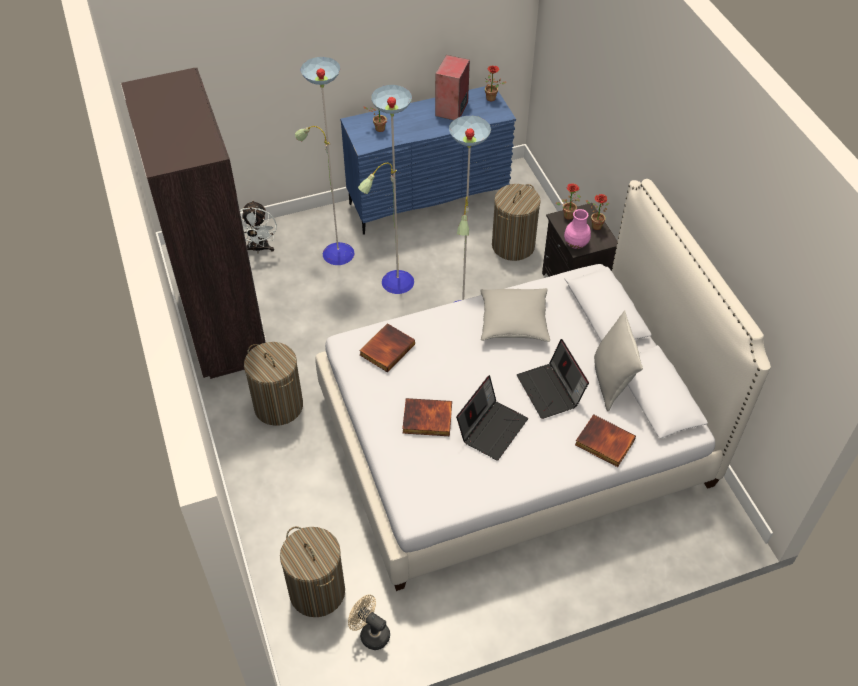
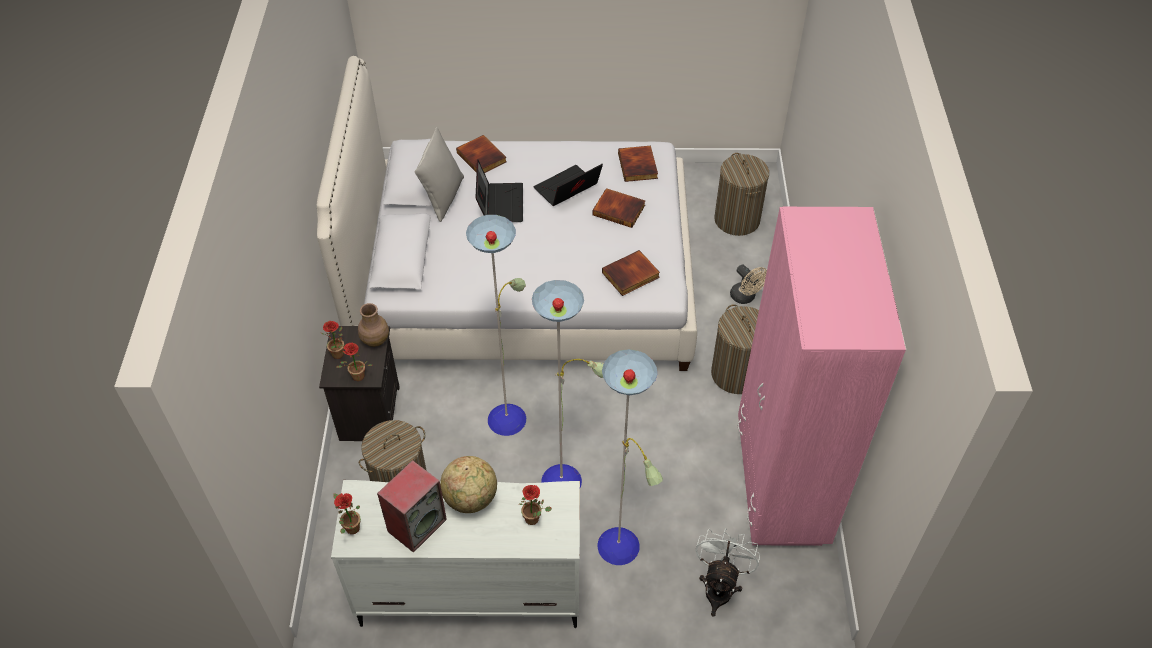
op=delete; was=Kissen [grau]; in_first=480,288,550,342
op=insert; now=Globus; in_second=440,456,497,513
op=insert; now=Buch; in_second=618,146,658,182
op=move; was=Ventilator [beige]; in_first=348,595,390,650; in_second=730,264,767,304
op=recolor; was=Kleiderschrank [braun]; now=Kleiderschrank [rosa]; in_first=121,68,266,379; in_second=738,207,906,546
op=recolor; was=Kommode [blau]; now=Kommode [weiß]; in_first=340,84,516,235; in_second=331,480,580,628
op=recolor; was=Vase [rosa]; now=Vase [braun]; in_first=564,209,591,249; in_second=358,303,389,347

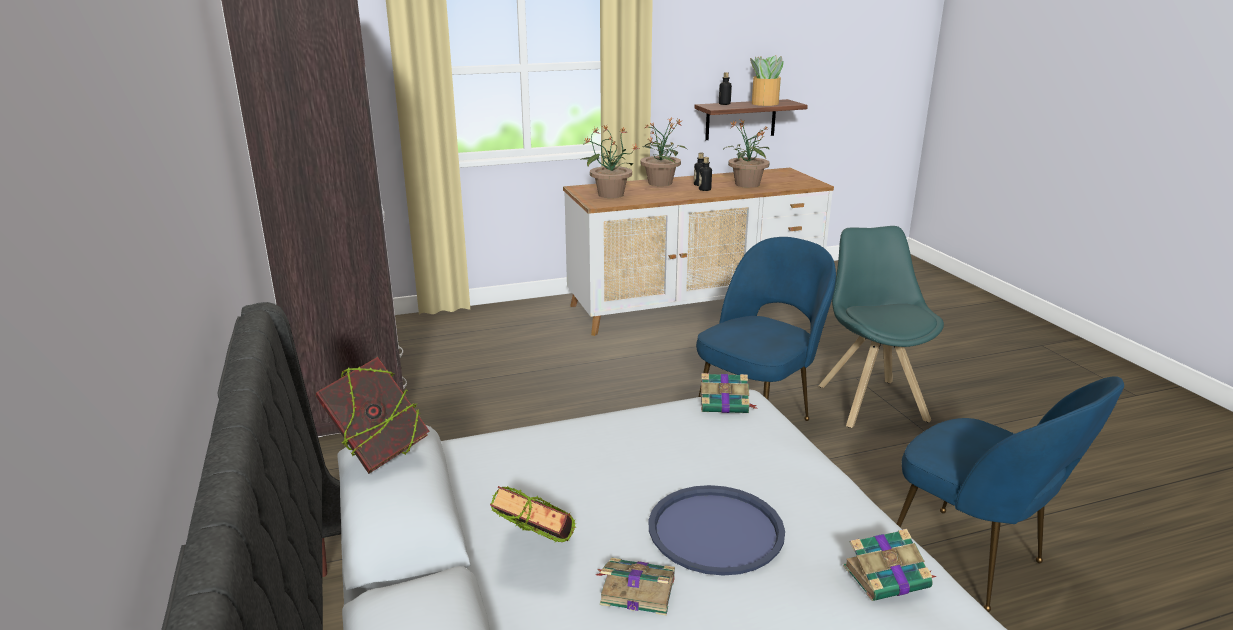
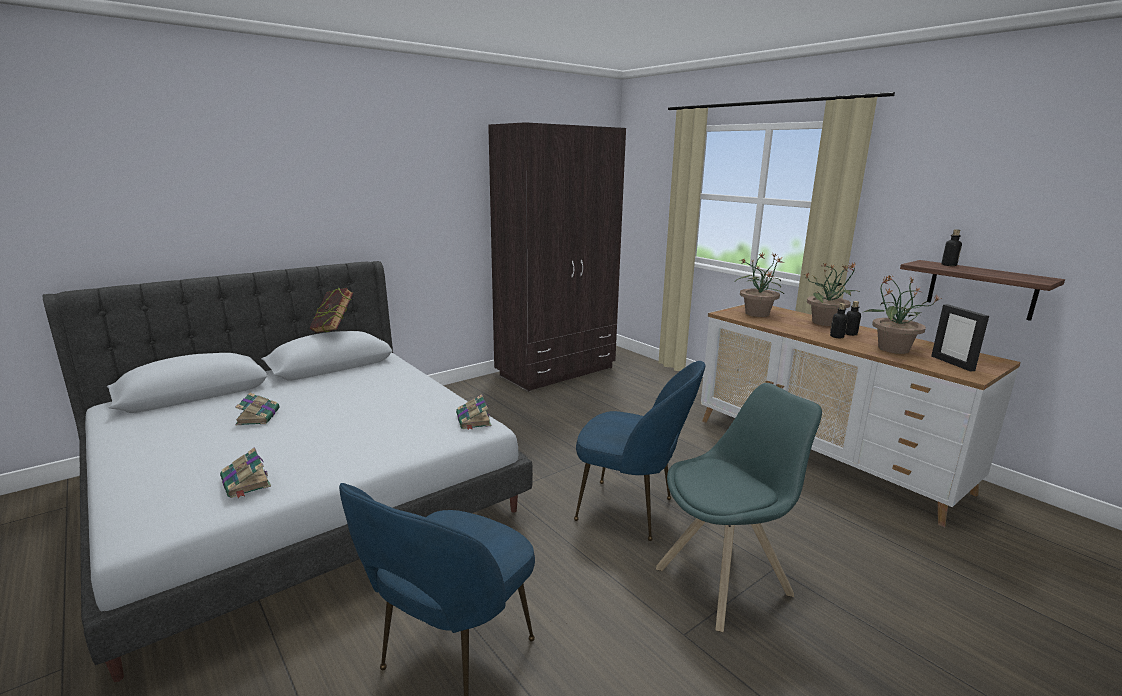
op=delete; was=Buch; in_first=490,486,576,542
op=delete; was=Tablett [blau]; in_first=649,485,785,575
op=delete; was=Topfpflanze; in_first=750,55,783,106
op=insert; now=Bilderrahmen; in_second=931,304,989,372

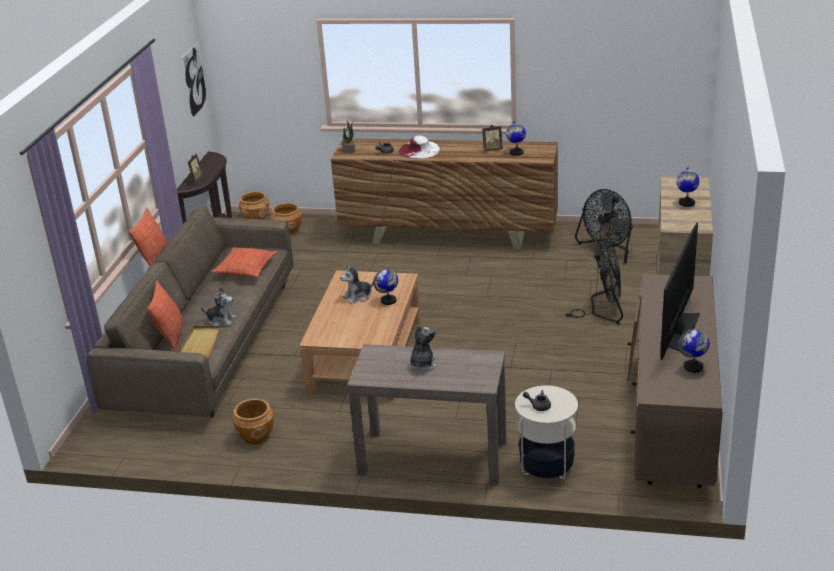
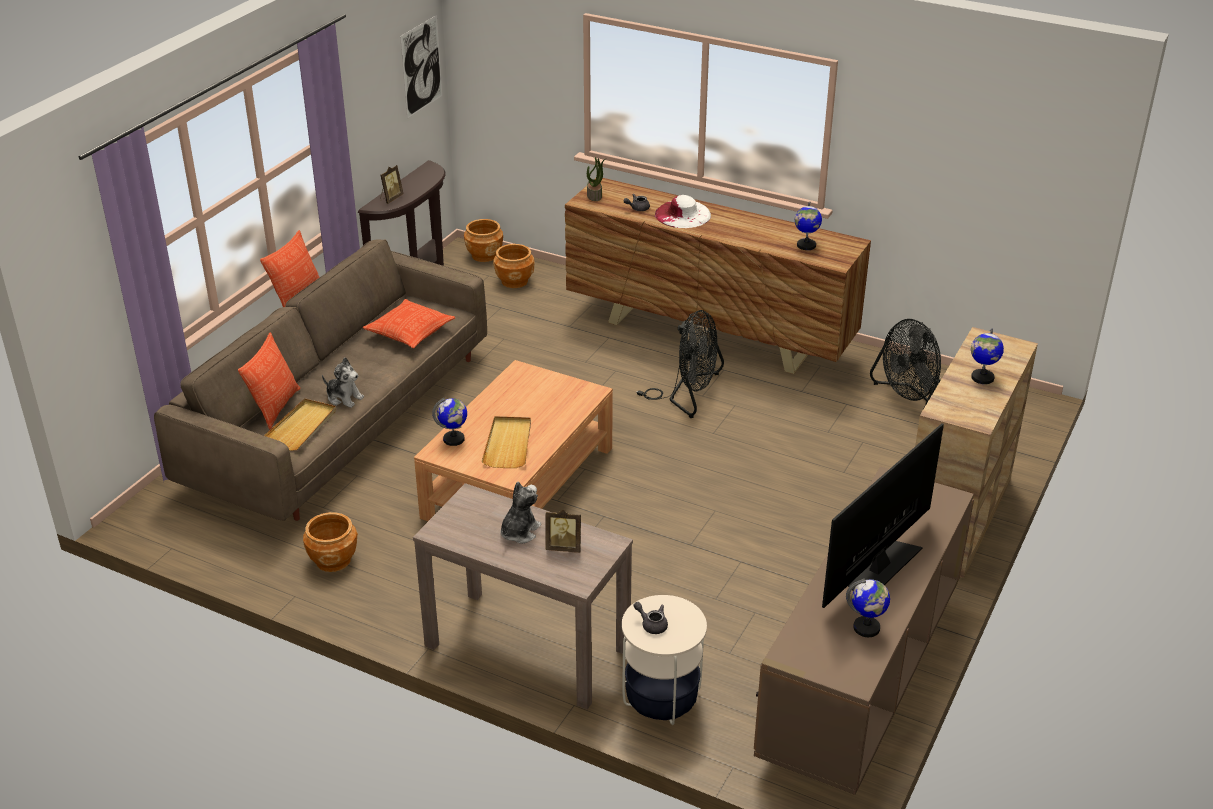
op=delete; was=Plüschtier; in_first=340,265,373,304
op=insert; now=Tablett [beige]; in_second=482,416,531,468
op=move; was=Globus; in_first=373,269,398,305; in_second=432,398,467,446
op=move; was=Bilderrahmen; in_first=482,125,503,152; in_second=545,509,581,553
op=move; was=Ventilator [schwarz]; in_first=566,240,623,324; in_second=637,310,724,419

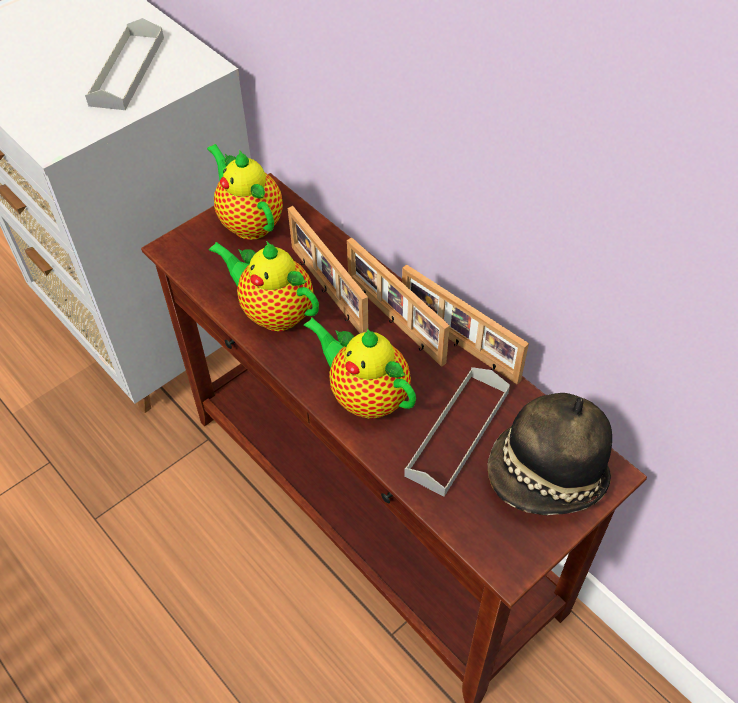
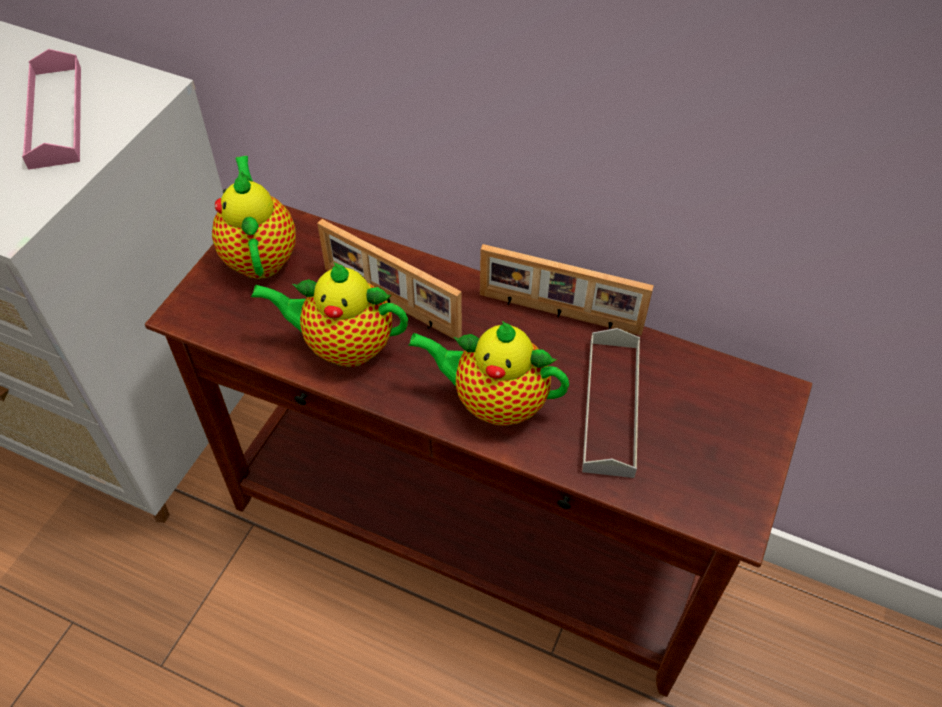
op=delete; was=Bilderrahmen; in_first=347,237,450,367
op=delete; was=Hut; in_first=487,393,612,515
op=recolor; was=Tablett [grau]; now=Tablett [rosa]; in_first=85,18,164,110; in_second=22,49,81,170
op=rotate; was=Teekanne; in_first=207,144,283,240; in_second=212,156,296,279; clockwise=45

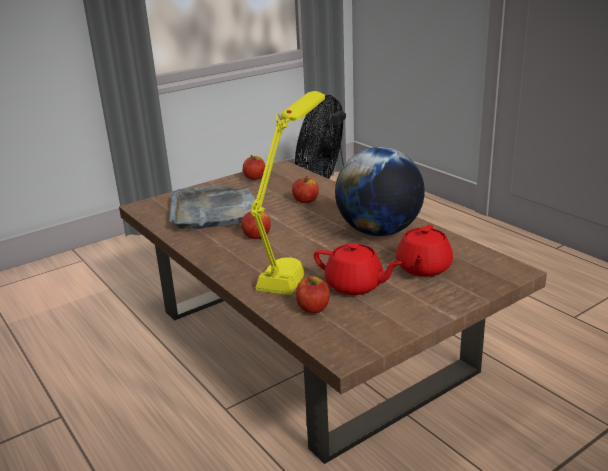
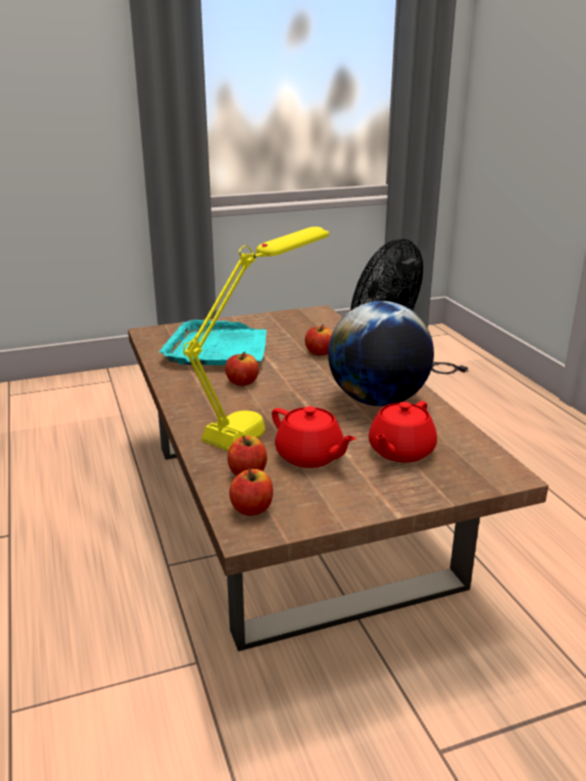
op=move; was=Apfel; in_first=243,155,265,180; in_second=229,468,273,516
op=recolor; was=Tablett [grau]; now=Tablett [türkis]; in_first=170,185,256,230; in_second=159,320,266,365

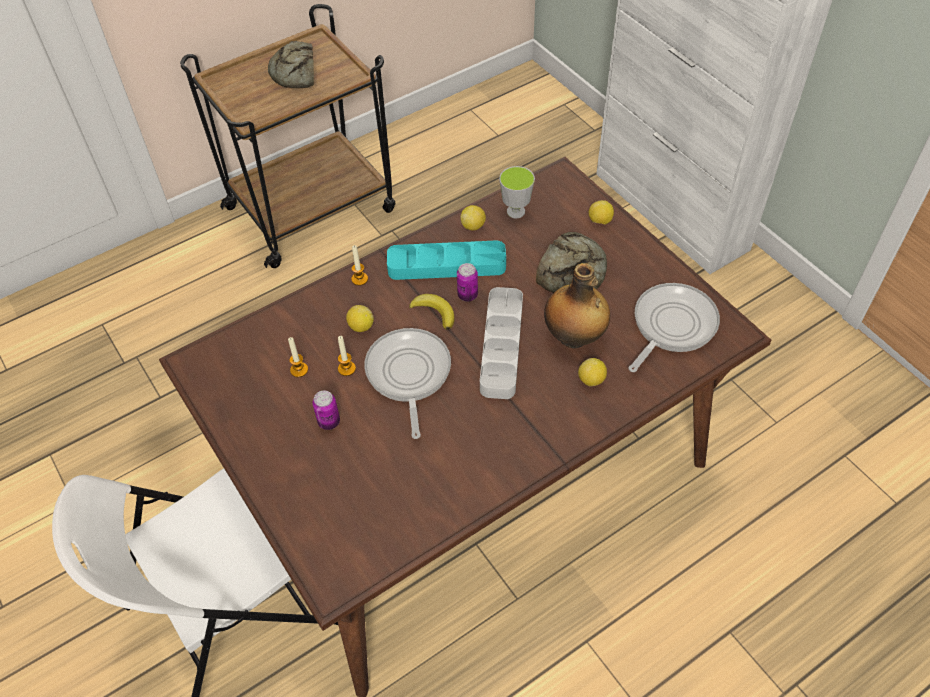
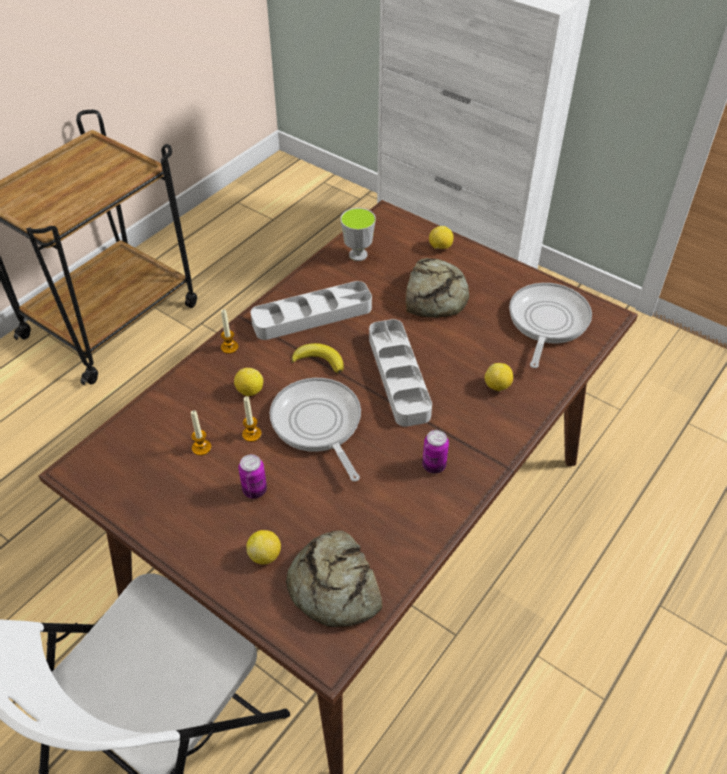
op=delete; was=Flasche; in_first=544,263,610,348
op=move; was=Brot; in_first=268,41,314,88; in_second=286,530,383,627
op=move; was=Dose; in_first=457,263,478,301; in_second=422,430,449,473
op=move; was=Zitrone; in_first=460,205,486,230; in_second=246,530,281,565
op=recolor; was=Tablett [türkis]; now=Tablett [grau]; in_first=387,240,506,280; in_second=251,281,372,340

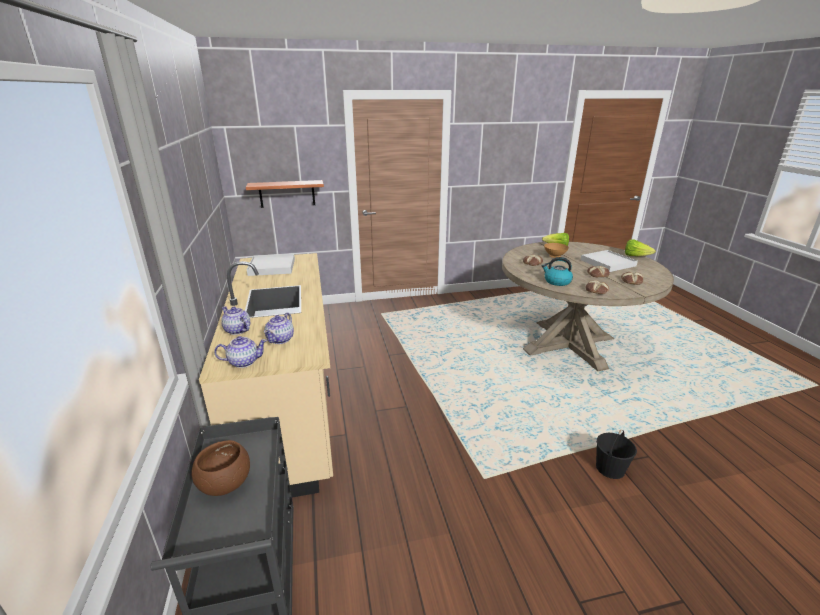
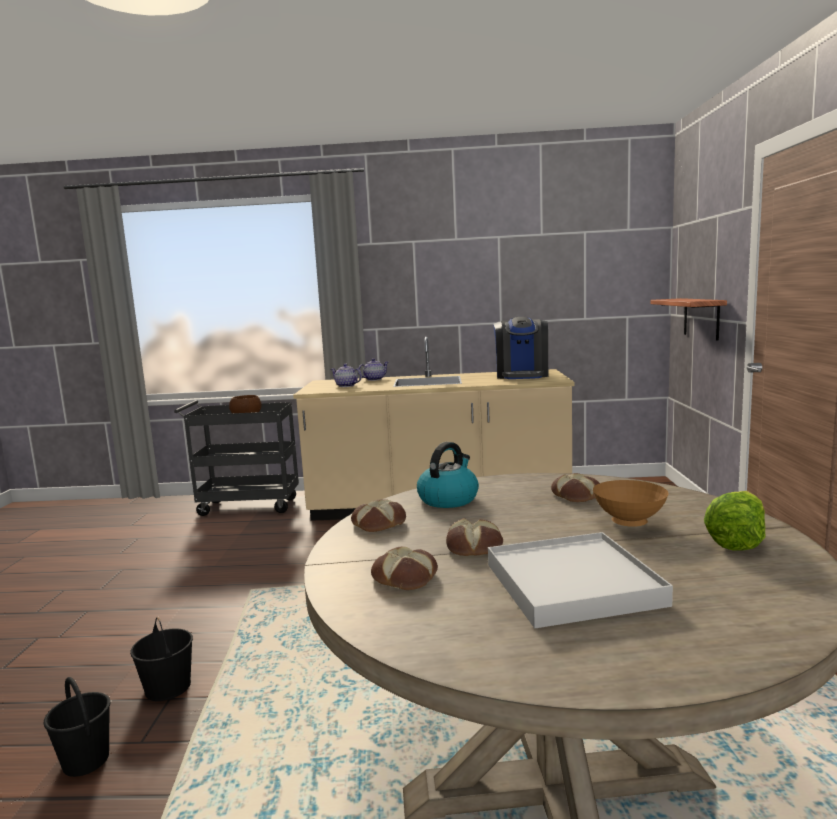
op=delete; was=Teekanne; in_first=214,336,267,368
op=delete; was=Salatkopf; in_first=625,239,656,256
op=insert; now=Eimer [schwarz]; in_second=43,677,110,777
op=replace; was=Tablett [weiß]; now=Kaffeemaschine; in_first=247,254,295,276; in_second=493,317,548,379

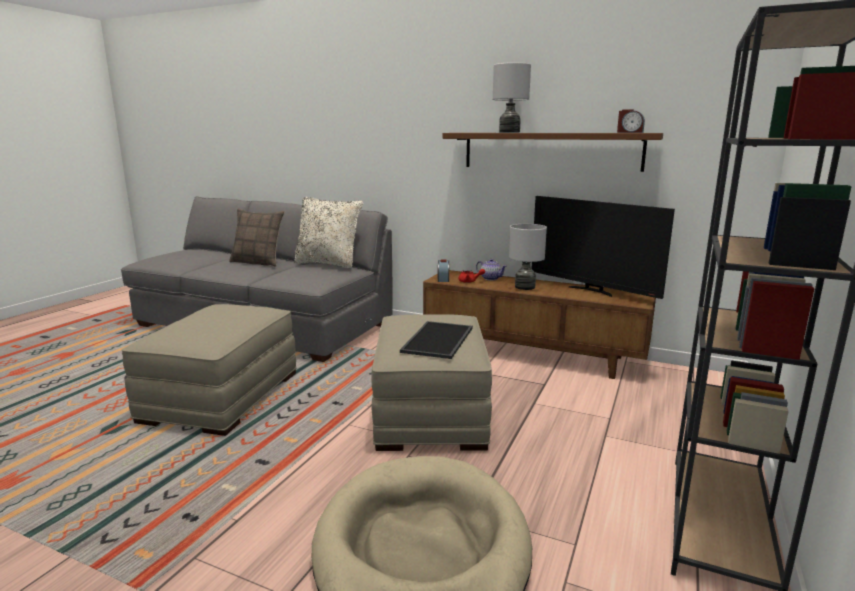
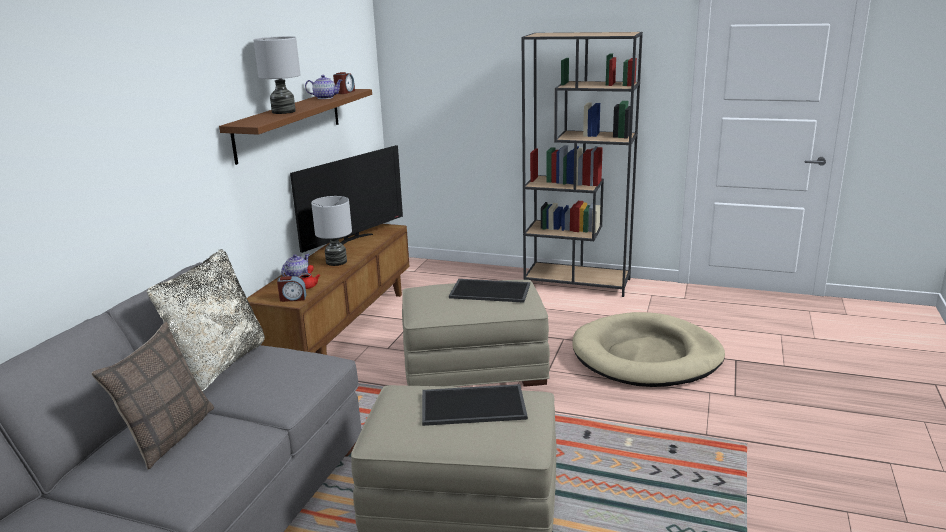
op=insert; now=Teekanne; in_second=305,75,342,99
op=insert; now=Tablett; in_second=422,384,528,426

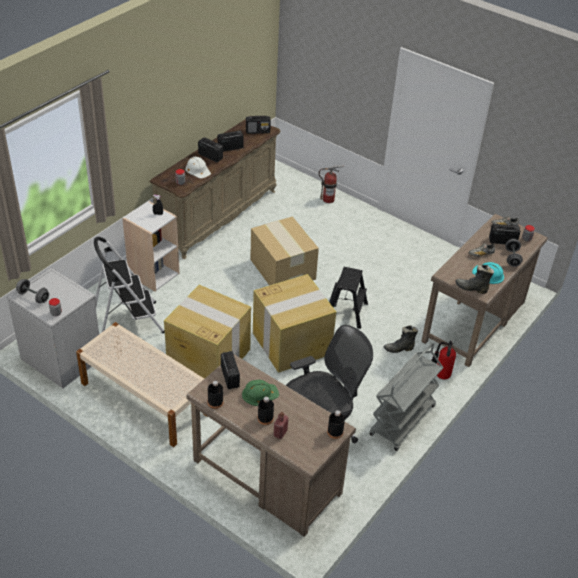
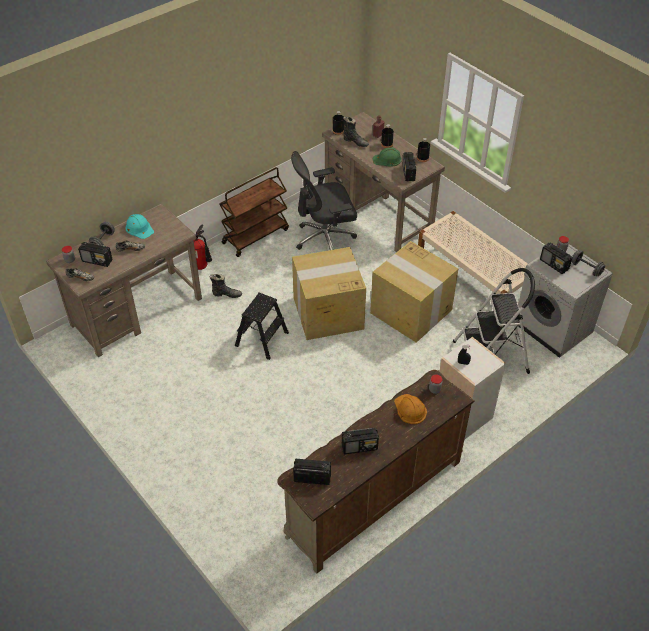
op=delete; was=Karton; in_first=250,216,319,286
op=delete; was=Feuerlöscher; in_first=319,165,344,203
op=move; was=Radio; in_first=198,137,223,162; in_second=540,243,572,274
op=move; was=Stiefel [schwarz]; in_first=456,265,494,294; in_second=343,116,369,147
op=recolor; was=Schutzhelm [weiß]; now=Schutzhelm [orange]; in_first=185,157,211,179; in_second=394,394,427,424
op=recolor; was=Rollwagen [grau]; now=Rollwagen [braun]; in_first=369,343,443,451; in_second=219,167,289,257

